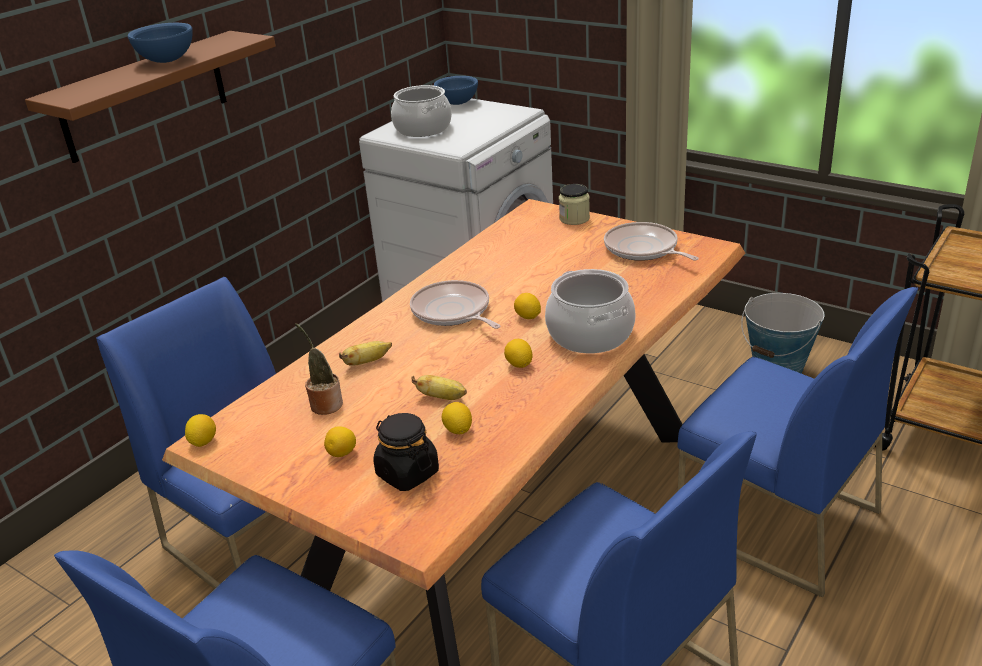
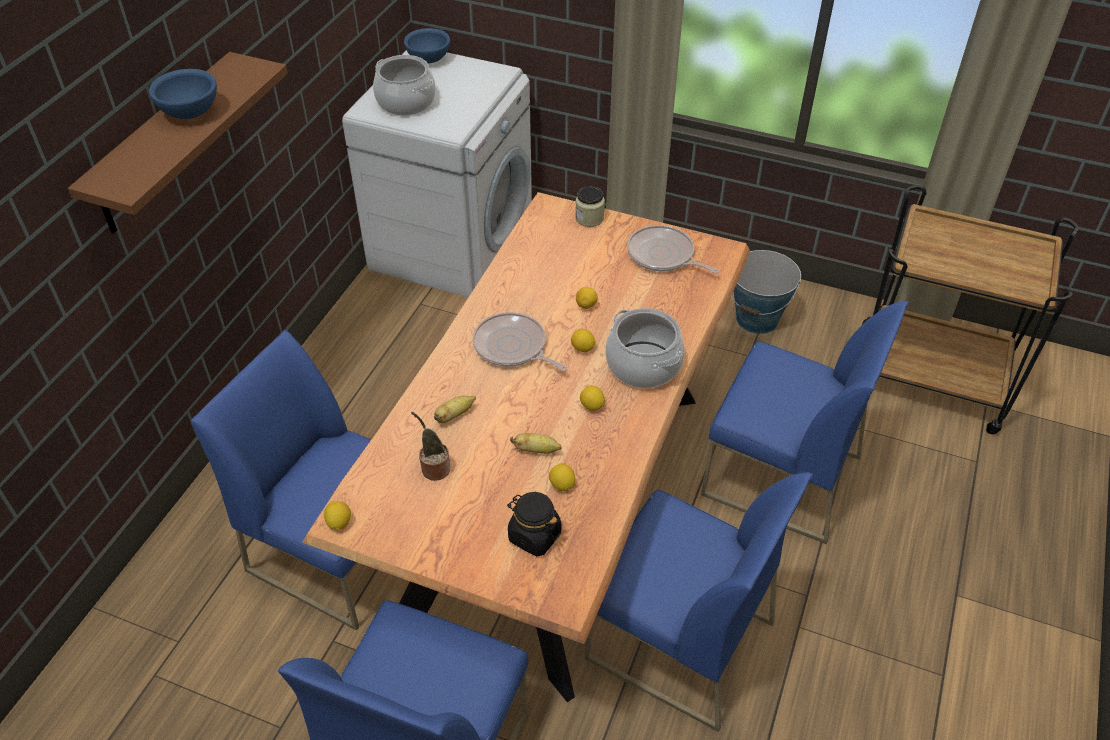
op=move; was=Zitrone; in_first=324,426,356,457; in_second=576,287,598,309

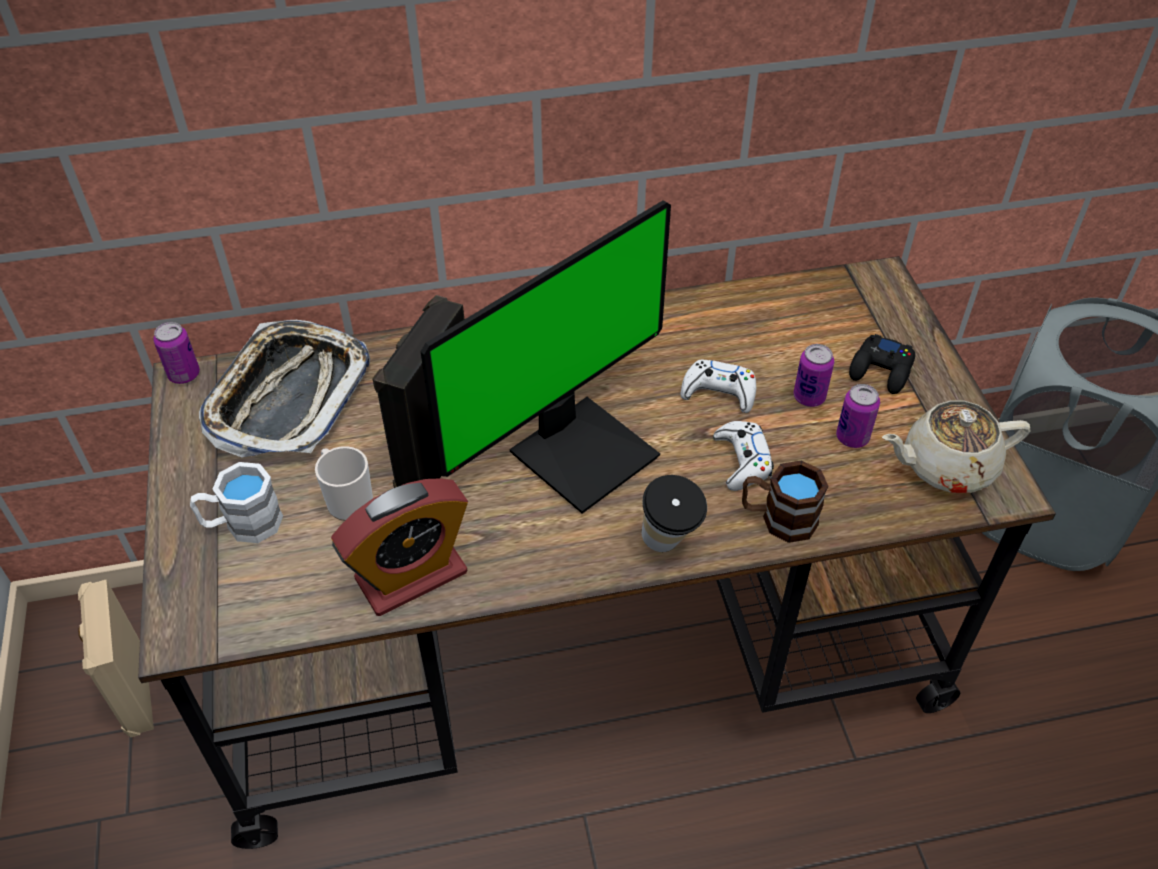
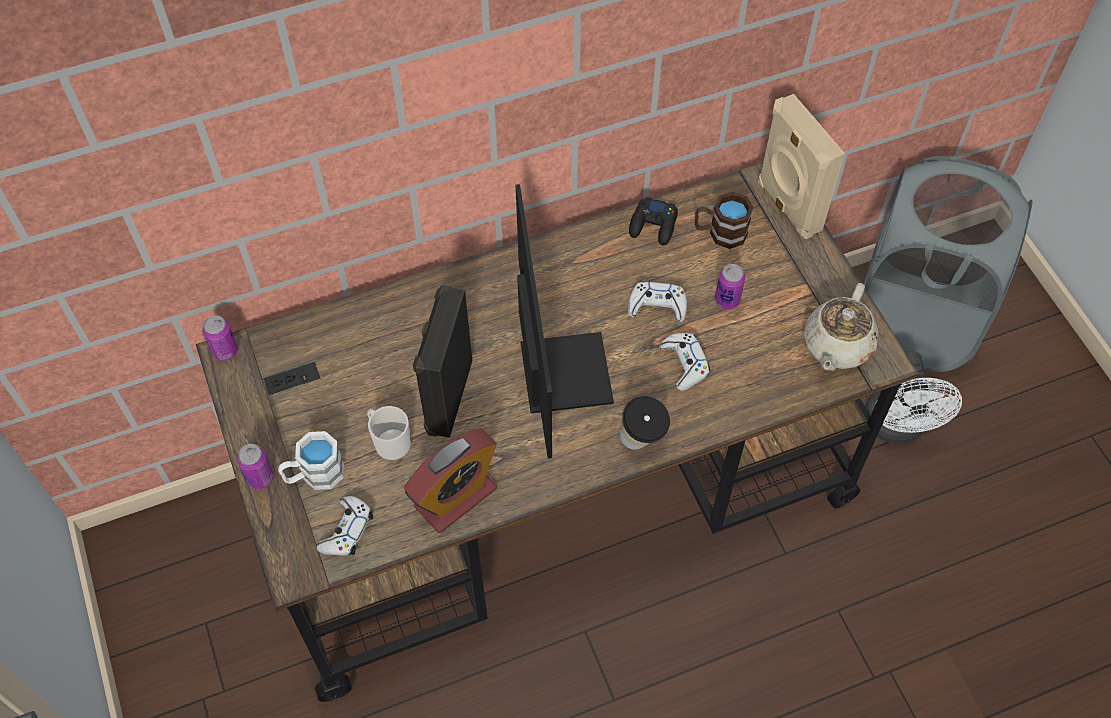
op=delete; was=Tablett; in_first=199,320,370,458
op=insert; now=Gamepad [weiß]; in_second=317,496,373,556
op=insert; now=Ventilator [weiß]; in_second=865,351,962,444
op=move; was=Lautsprecher [beige]; in_first=78,580,154,737; in_second=758,94,845,239
op=move; was=Henkelbecher [braun]; in_first=742,460,828,543; in_second=695,192,753,249
op=move; was=Dose; in_first=836,384,880,448; in_second=237,444,274,489
op=move; was=Gamepad [schwarz]; in_first=849,334,915,394; in_second=629,197,678,245
op=rotate; was=Monitor; in_first=420,200,671,514; in_second=516,184,614,459; clockwise=-45
op=rotate; was=Teekanne [beige]; in_first=882,400,1030,493; in_second=804,283,879,371; clockwise=-45

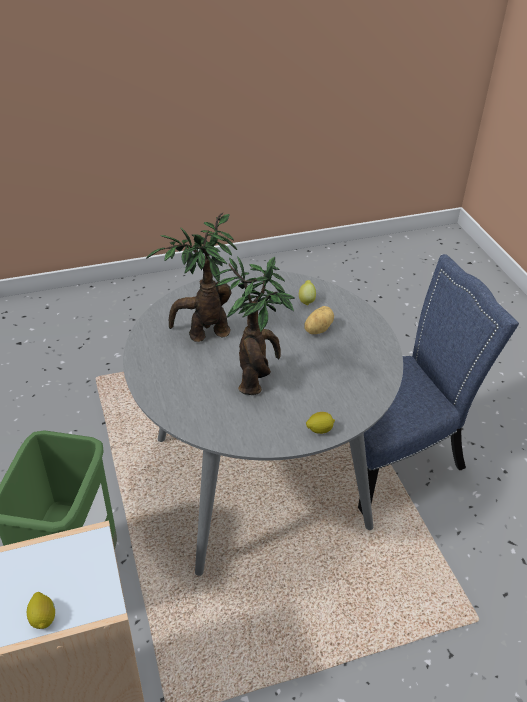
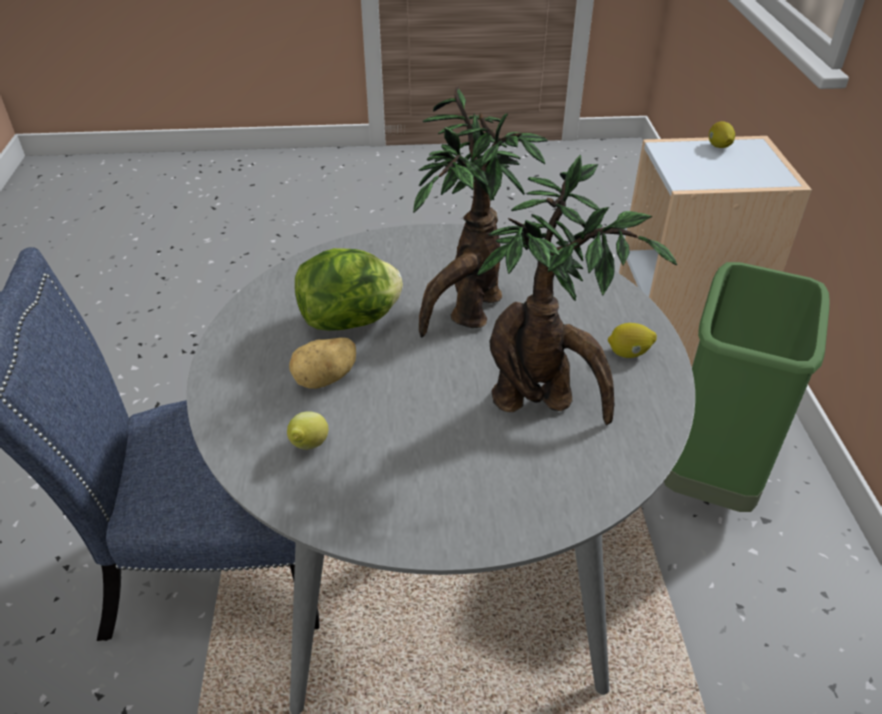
op=insert; now=Salatkopf; in_second=295,248,403,331
op=move; was=Zitrone; in_first=306,412,335,434; in_second=608,323,657,358

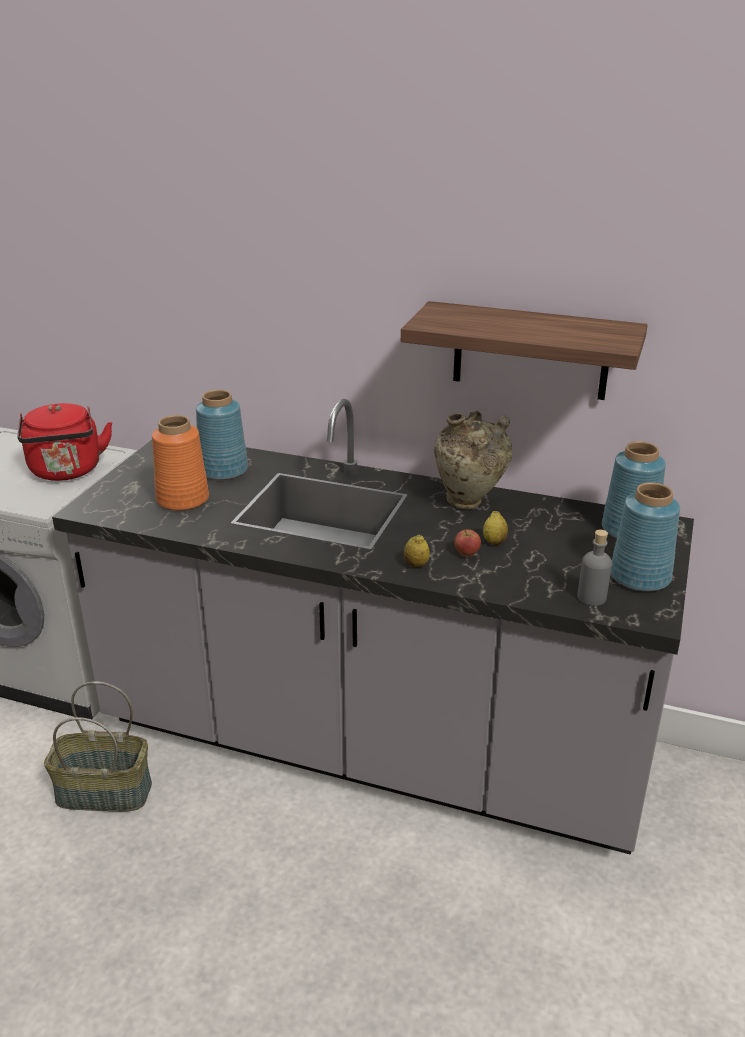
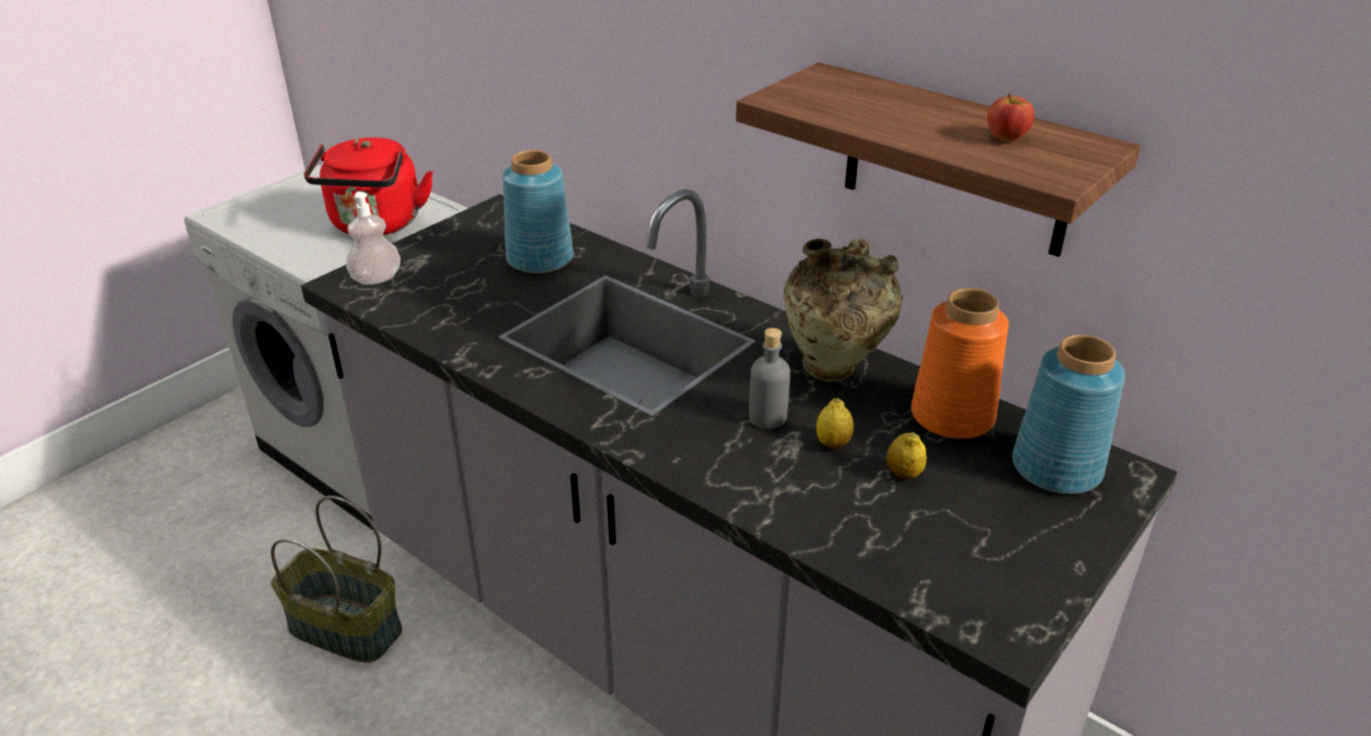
op=delete; was=Vase [blau]; in_first=611,482,680,592
op=insert; now=Seifenspender; in_second=346,191,401,285
op=move; was=Vase [orange]; in_first=152,415,209,511; in_second=911,288,1009,439
op=move; was=Zitrone; in_first=404,534,430,567; in_second=887,432,926,479
op=move; was=Apfel; in_first=454,529,481,557; in_second=987,93,1034,142
op=move; was=Flasche [grau]; in_first=577,529,612,606; in_second=749,328,790,429

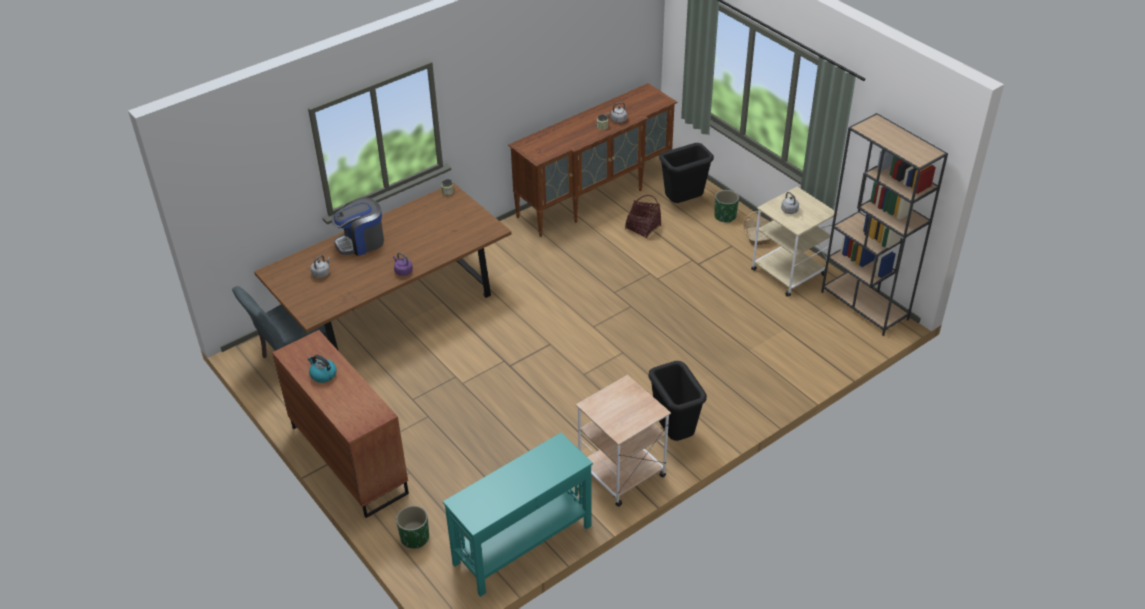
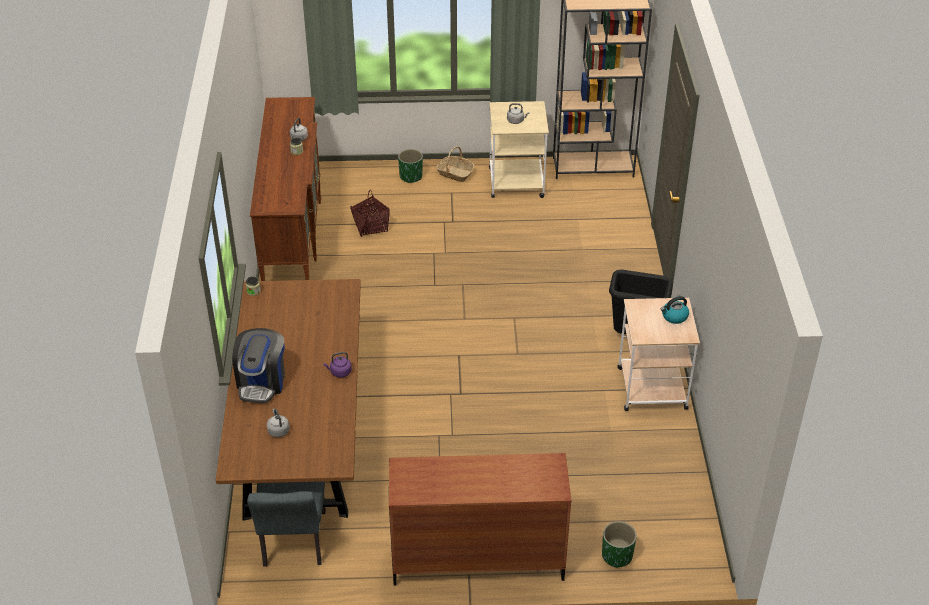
op=delete; was=Konsolentisch [türkis]; in_first=443,432,593,597
op=delete; was=Mülleimer [schwarz]; in_first=659,143,714,203
op=move; was=Wasserkessel; in_first=308,355,337,383; in_second=661,296,689,324

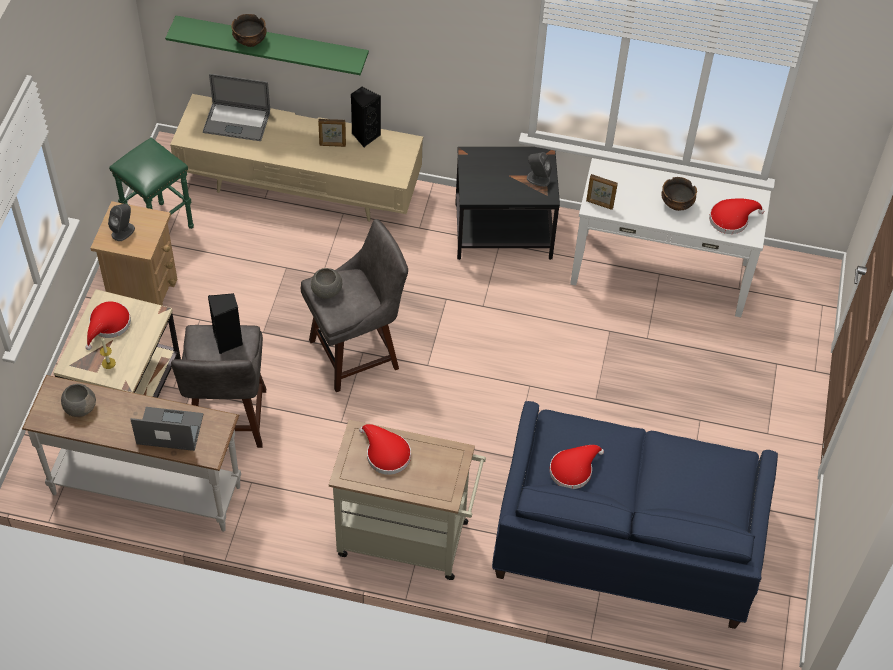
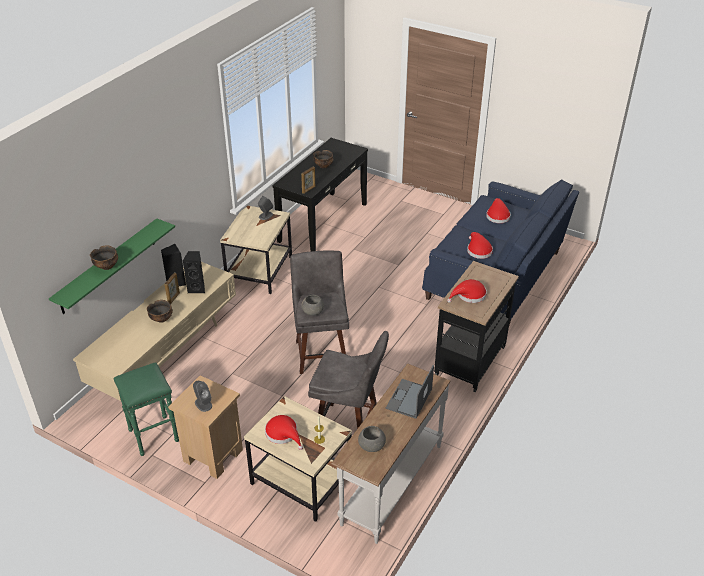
op=delete; was=Laptop; in_first=203,74,270,141
op=insert; now=Schüssel; in_second=147,300,173,323
op=move; was=Lautsprecher [schwarz]; in_first=208,293,243,354; in_second=183,251,205,293
op=move; was=Hut [rot]; in_first=709,199,764,234; in_second=486,198,511,223
op=recolor; was=Rollwagen [beige]; now=Rollwagen [schwarz]; in_first=329,420,486,580; in_second=434,261,519,392
op=recolor; was=Beistelltisch [schwarz]; now=Beistelltisch [beige]; in_first=455,147,560,260; in_second=220,206,292,294
op=recolor; was=Konsolentisch [weiß]; now=Konsolentisch [schwarz]; in_first=570,158,771,317; in_second=272,138,368,251

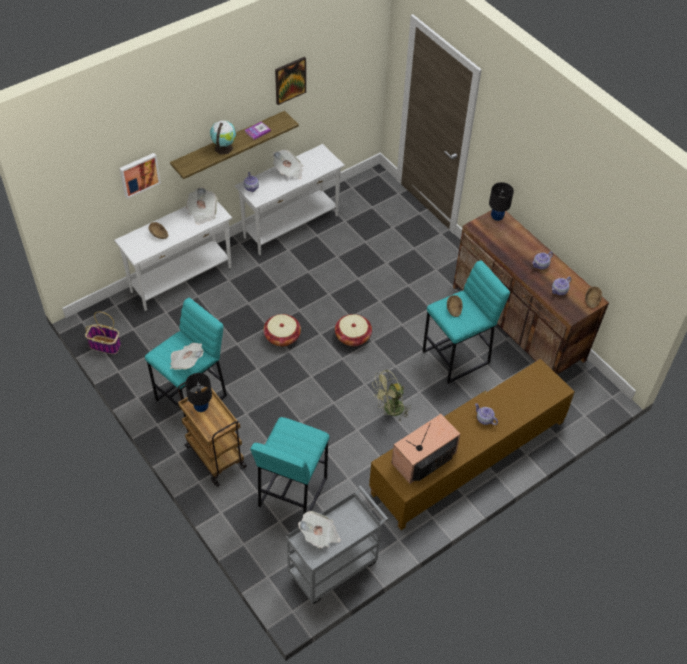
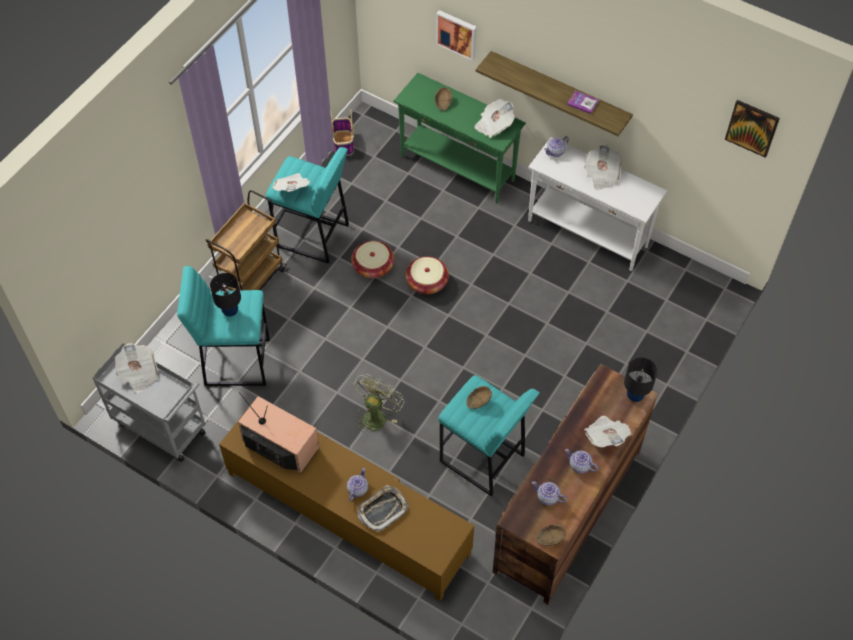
op=delete; was=Globus; in_first=210,120,236,155
op=insert; now=Tablett; in_second=358,485,408,532
op=insert; now=Zeitung; in_second=584,416,631,447
op=move; was=Tischlampe [schwarz]; in_first=185,373,212,412; in_second=210,273,241,317
op=move; was=Bild; in_first=275,57,306,105; in_second=725,100,780,158
op=move; was=Korb; in_first=335,314,372,347; in_second=351,241,394,278
op=recolor; was=Konsolentisch [weiß]; now=Konsolentisch [grün]; in_first=114,201,232,311; in_second=394,73,526,203
op=rotate; was=Ventilator [grün]; in_first=372,370,411,421; in_second=353,374,405,433; clockwise=75

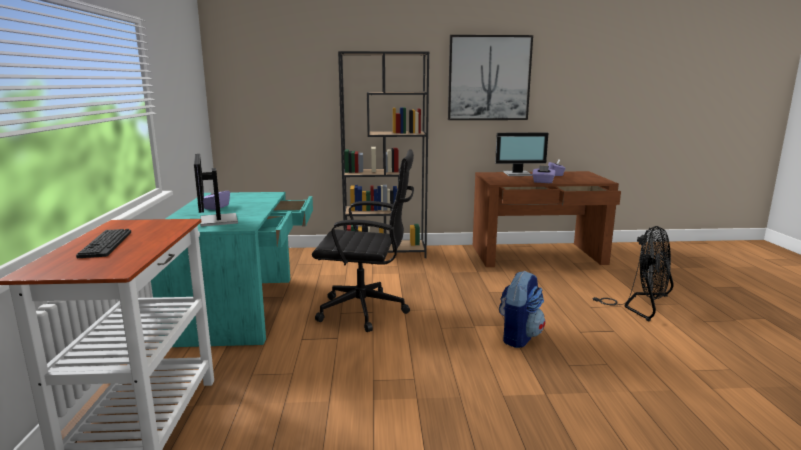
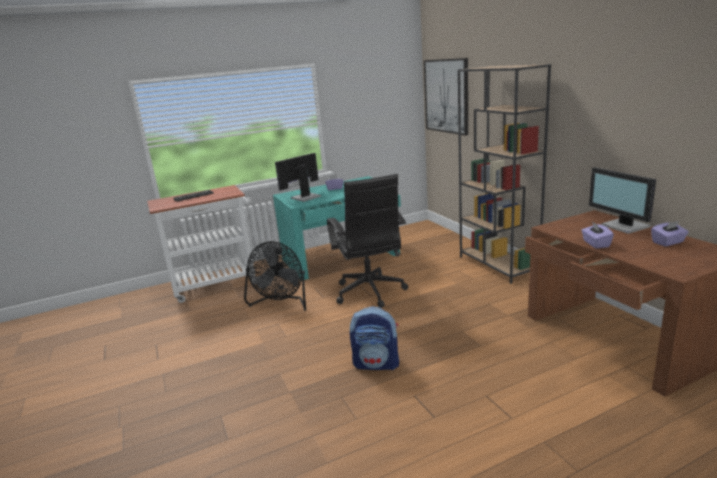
op=move; was=Bild; in_first=448,35,533,120; in_second=424,58,468,136
op=move; was=Ventilator [schwarz]; in_first=592,226,674,321; in_second=244,241,306,311

